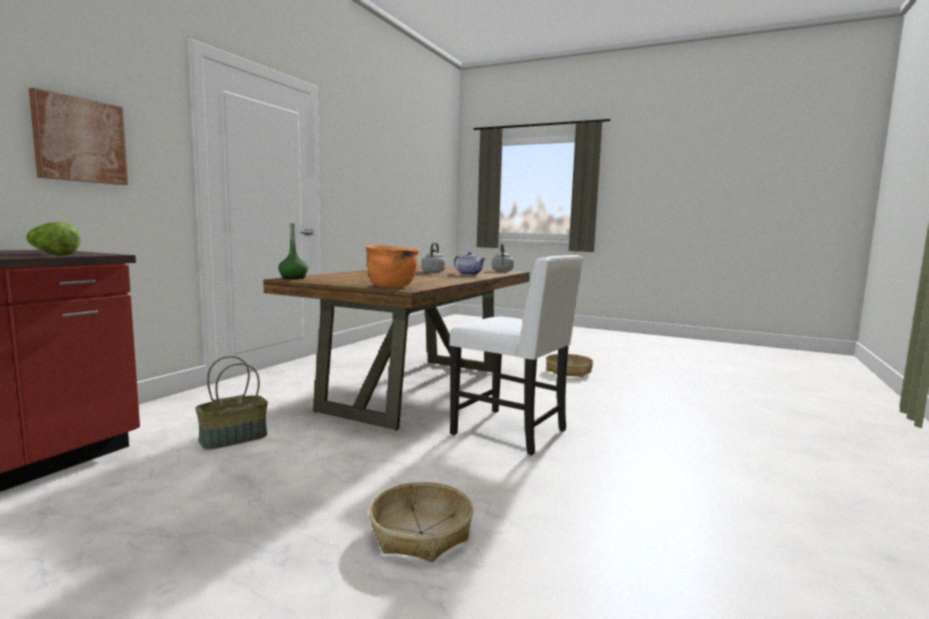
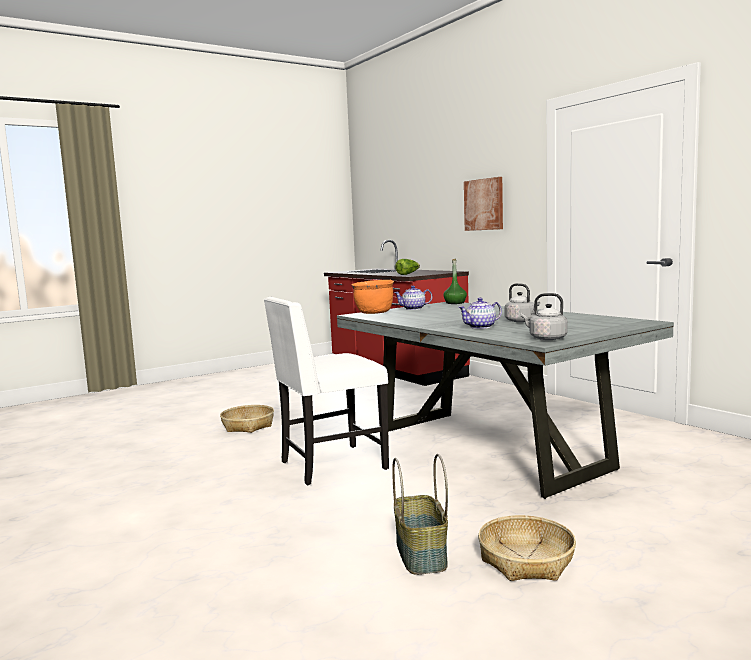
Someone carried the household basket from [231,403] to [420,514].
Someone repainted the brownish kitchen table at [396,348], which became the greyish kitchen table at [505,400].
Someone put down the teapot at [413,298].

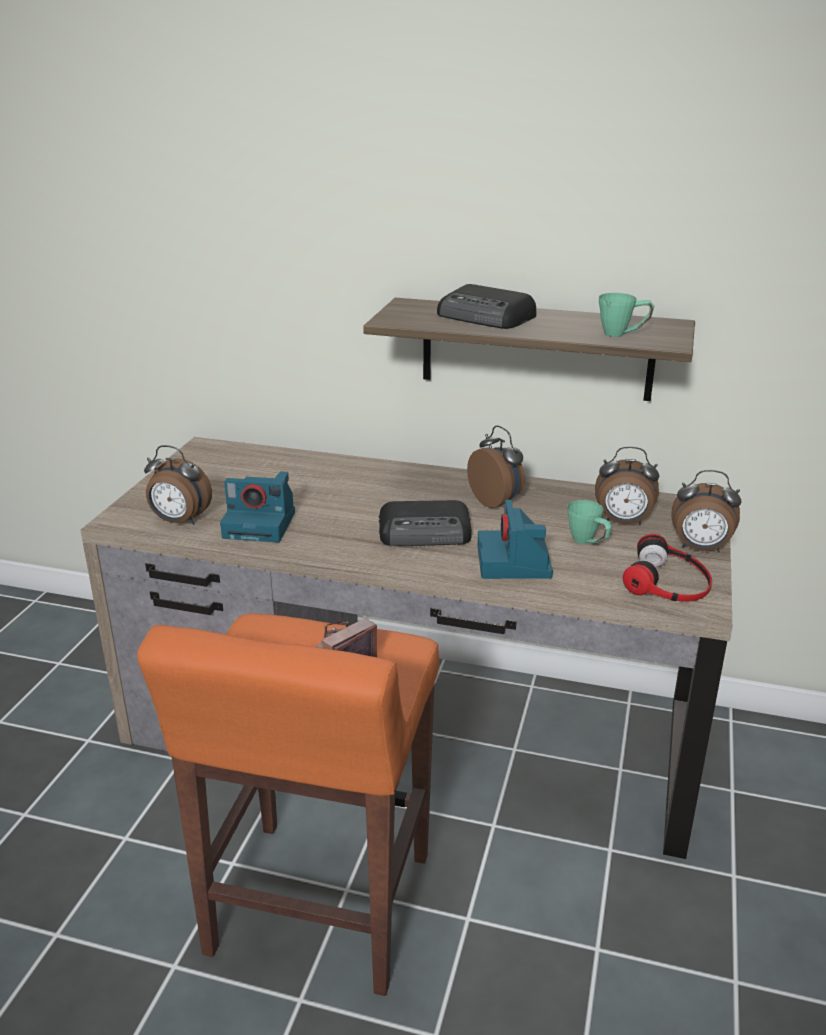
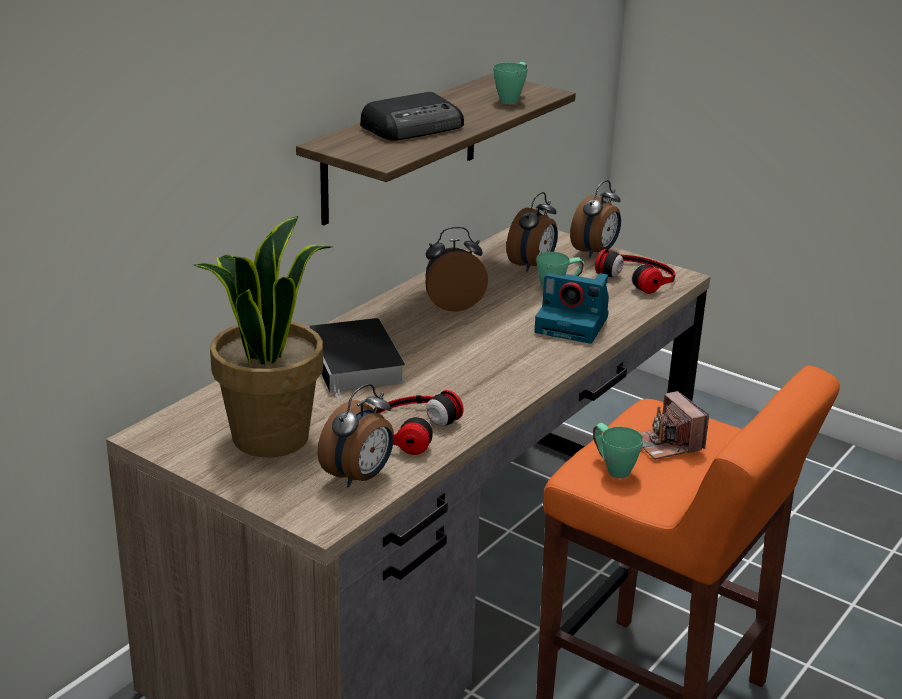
Someone swapped the photo camera at [257,506] for the headphones at [420,422].
Someone took away the radio at [425,523].
Someone put down the plant in a pot at [262,336].
Someone put down the volume at [356,360].
Someone put down the green-coloured tea mug at [618,450].

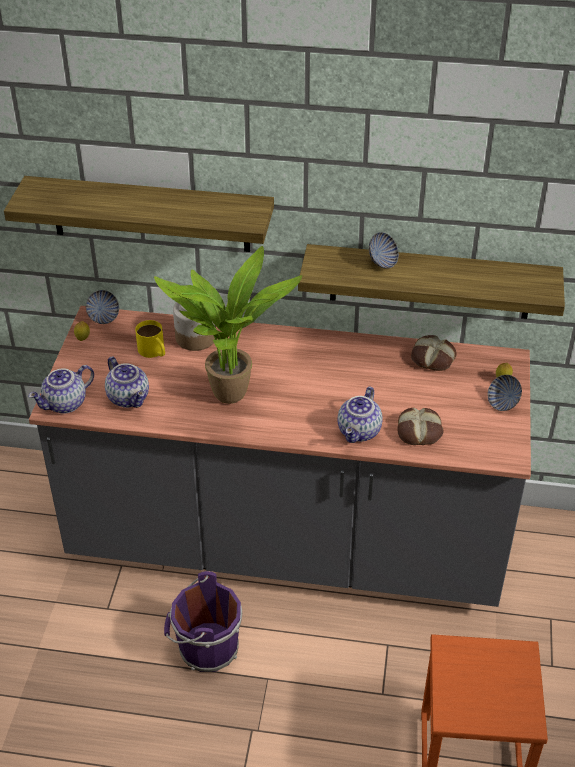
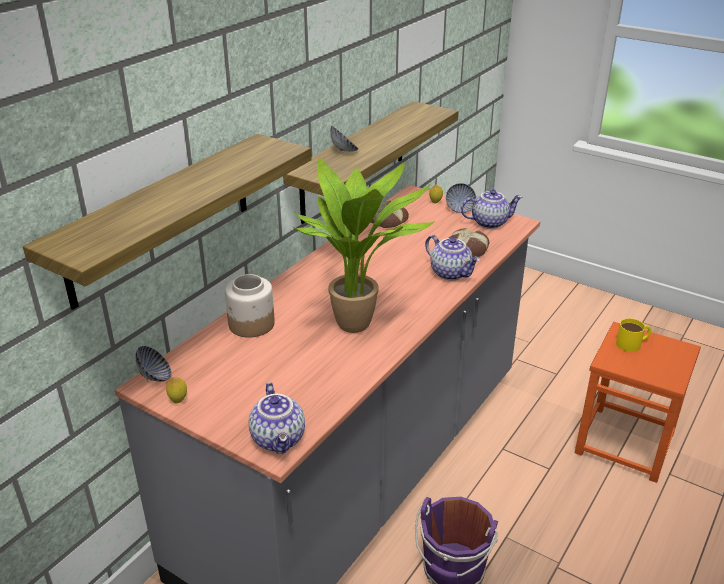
Someone carried the teapot from [127,382] to [491,209].
Someone carried the yellowish tea mug from [150,339] to [633,335].

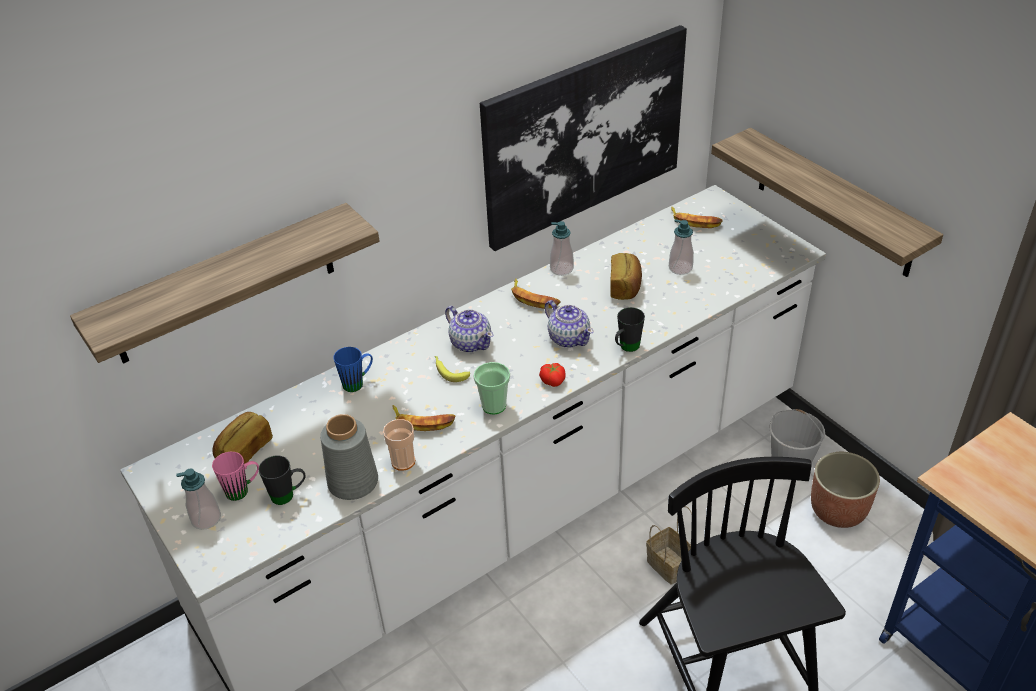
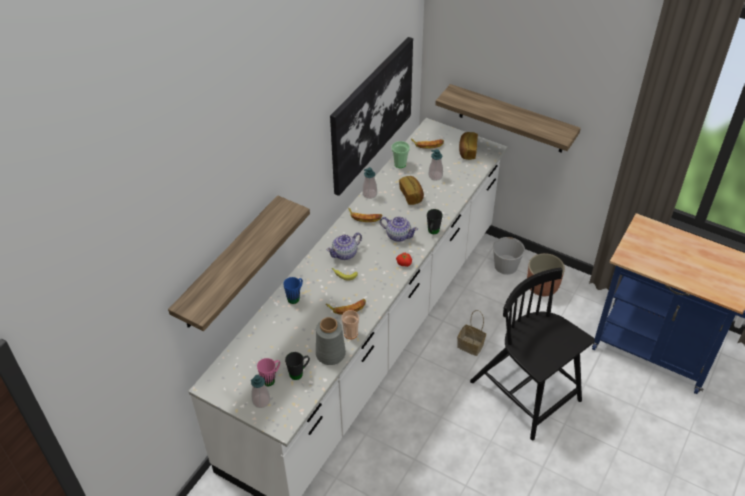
Someone carried the bakery bread from [242,438] to [468,146].
Someone rotated the teapot at [469,329] by 120 degrees clockwise.
Someone carried the cup from [492,388] to [400,154].

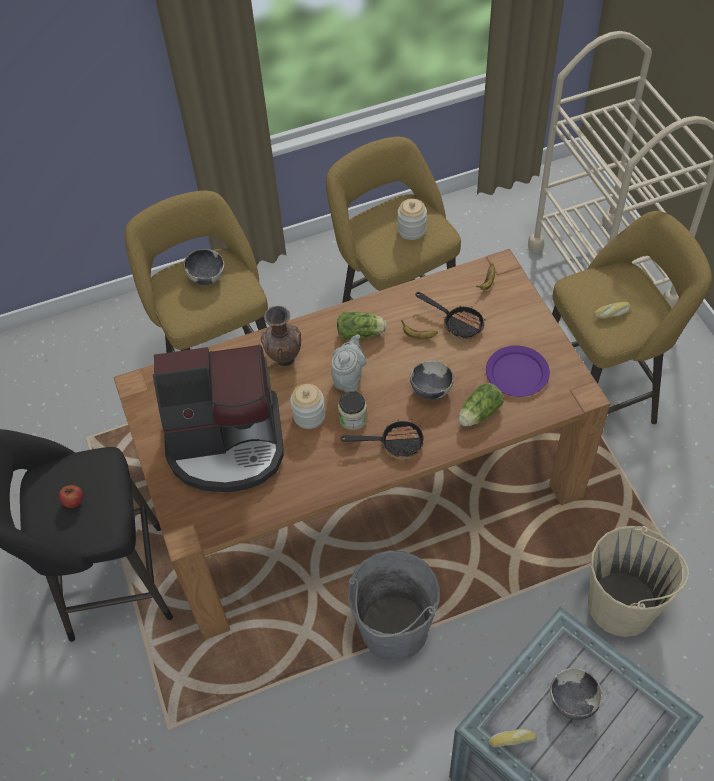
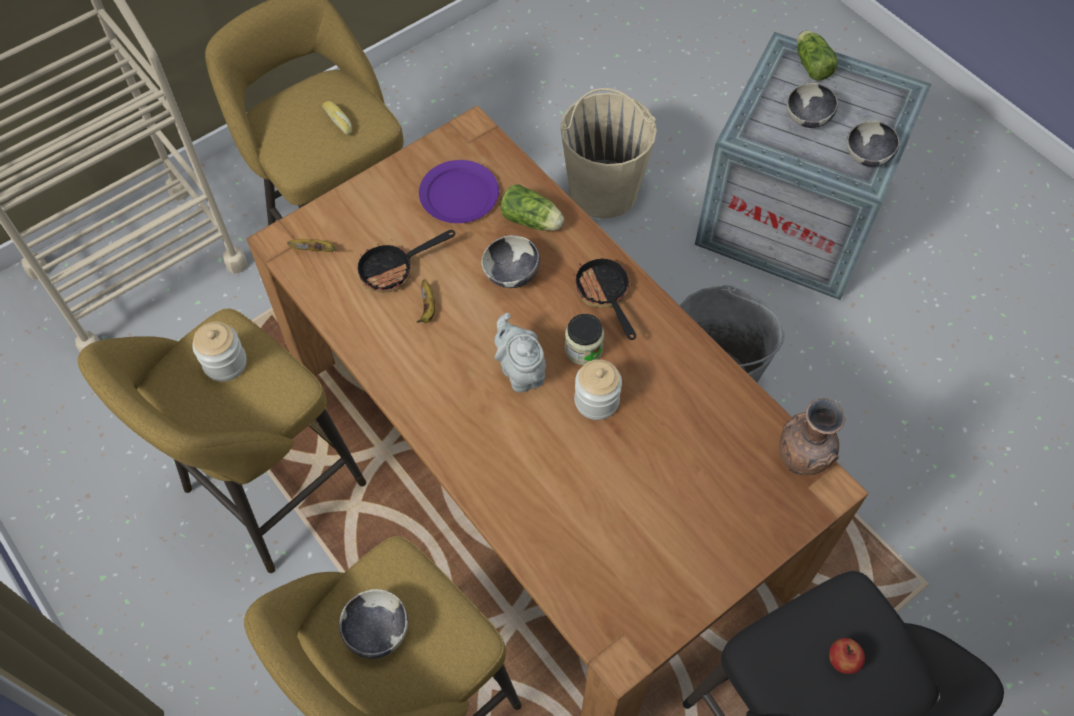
Someone took away the coffee brewer at [218,418].
Someone carried the brownish vase from [281,336] to [812,436].
Someone rotated the greyish teapot at [349,363] by 60 degrees clockwise.
Someone carried the lettuce from [362,326] to [817,55].
Someone rotated the pan at [450,316] by 135 degrees counterclockwise.
Someone swapped the bakery bread at [513,738] for the deep dish at [873,144].

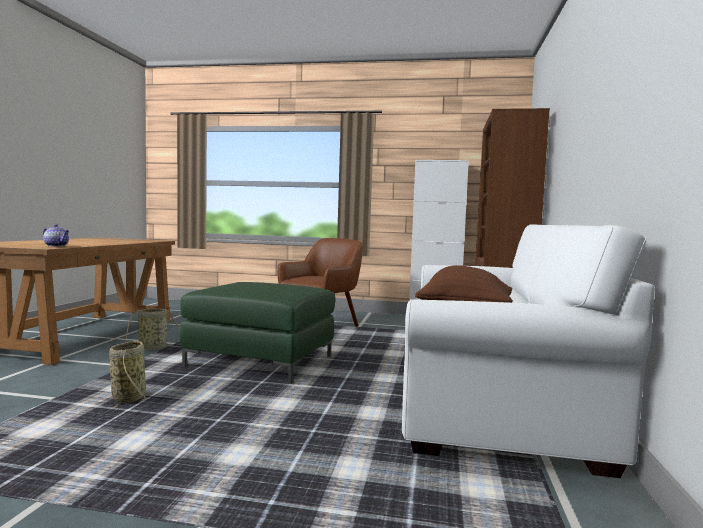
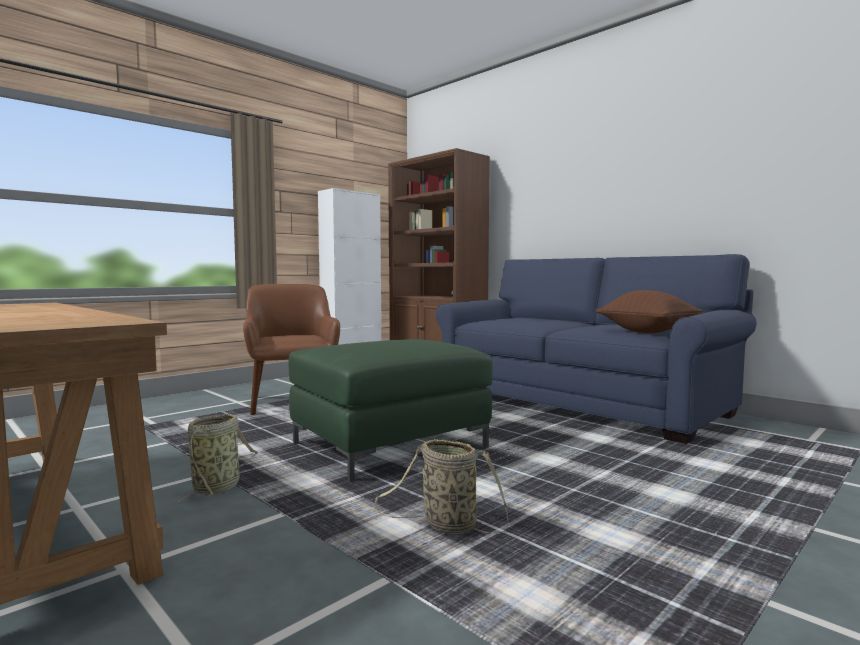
Someone took away the teapot at [56,235].
Someone repainted the whitish couch at [528,351], which became the blue-coloured couch at [596,349].

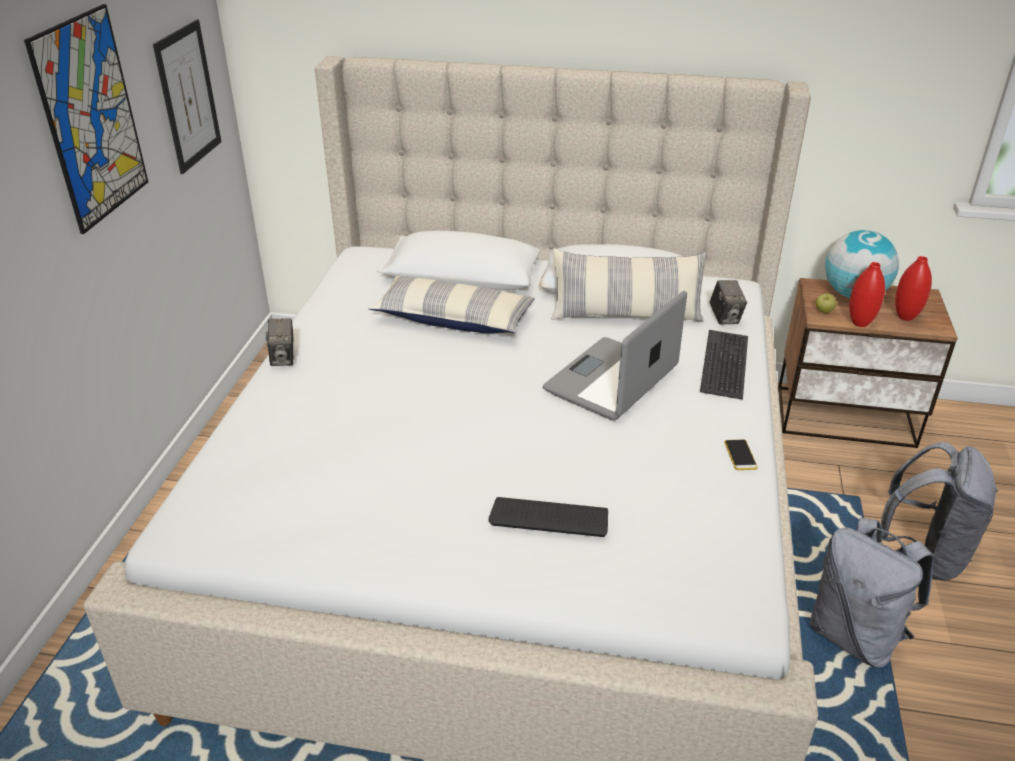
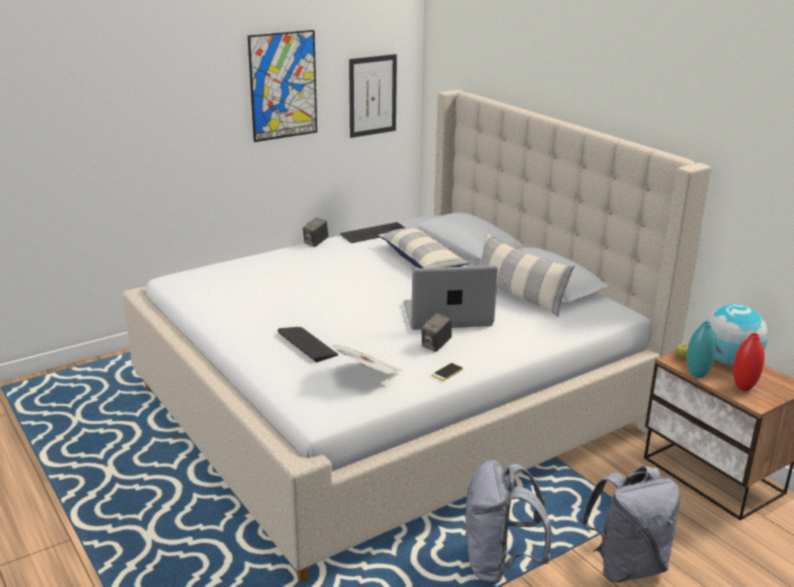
Someone carried the keyboard from [724,365] to [372,232].
Someone carried the photo camera from [728,302] to [436,332].
Someone repainted the red vase at [867,294], which became the blue-green vase at [702,349].
Someone put down the daily paper at [367,359].

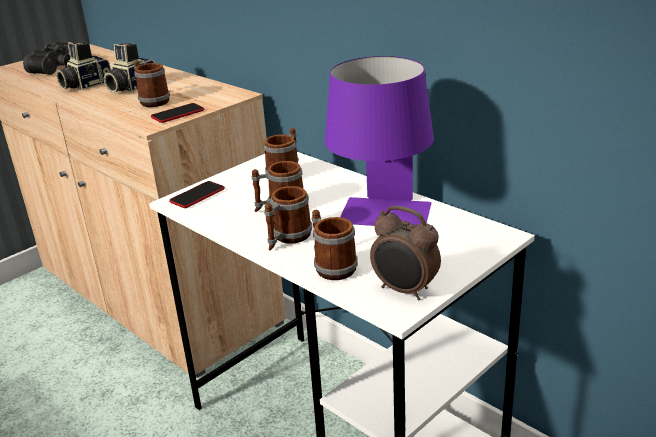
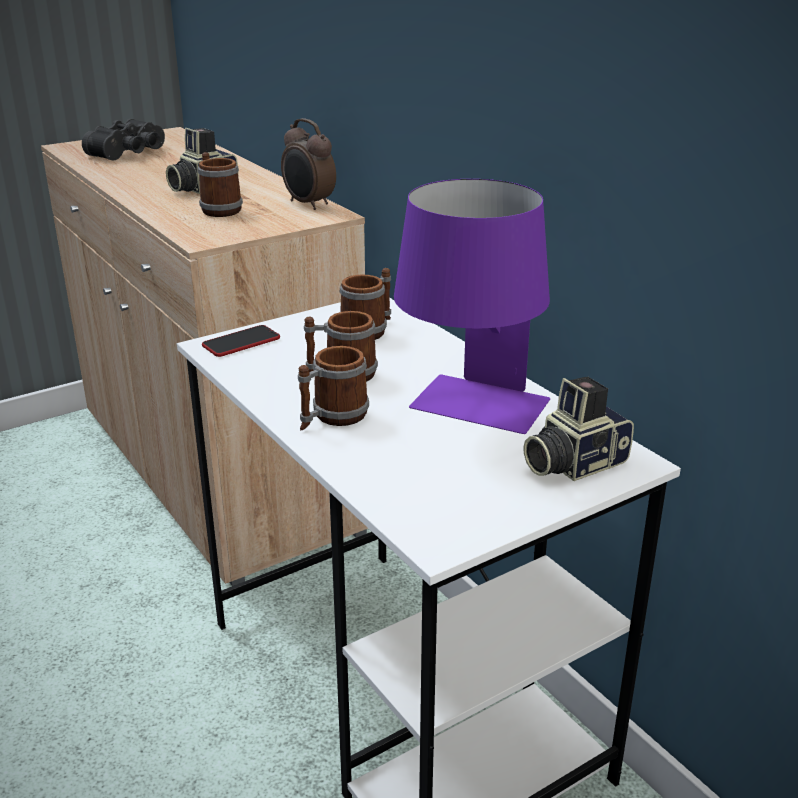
Someone carried the photo camera from [83,65] to [578,429].
Someone took away the telephone at [177,113].
Someone took away the tea mug at [335,245].
Someone carried the bedside clock from [405,253] to [308,164].

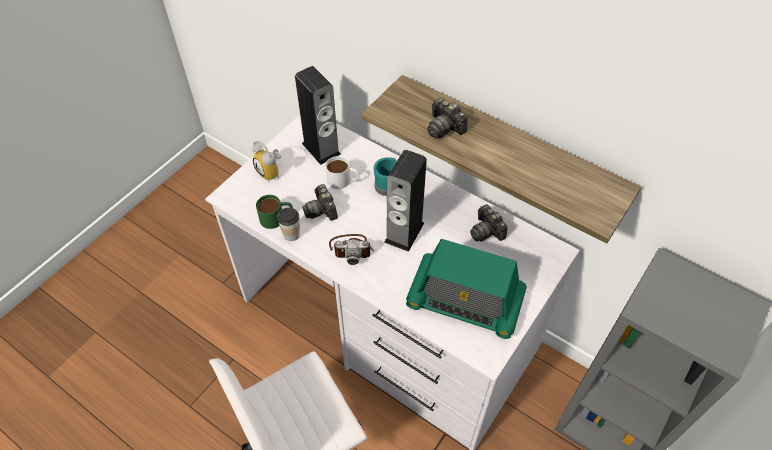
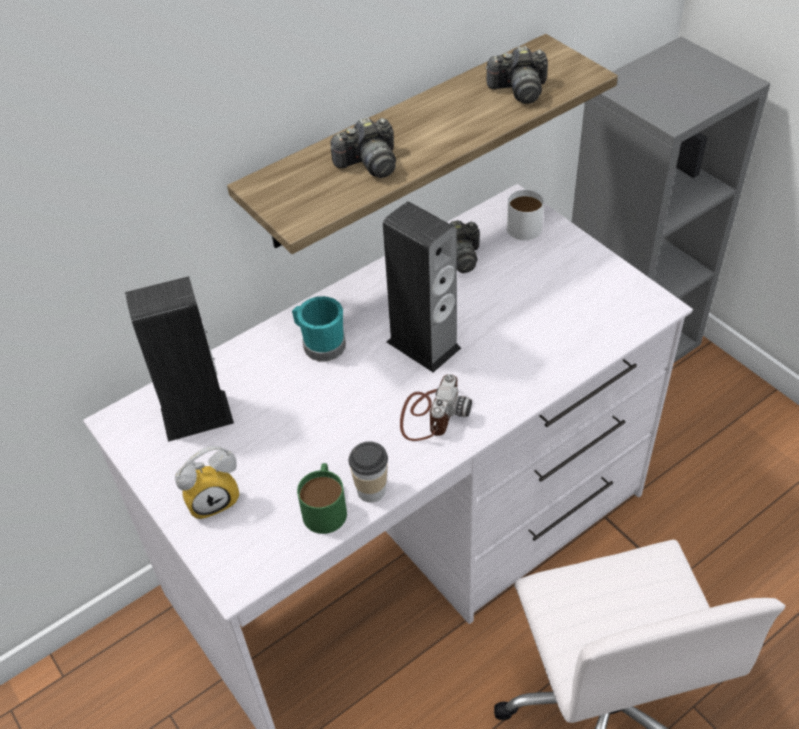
Someone carried the photo camera from [320,202] to [517,75].
Someone carried the whitish tea mug from [342,172] to [525,215].
Someone took away the radio at [466,289].

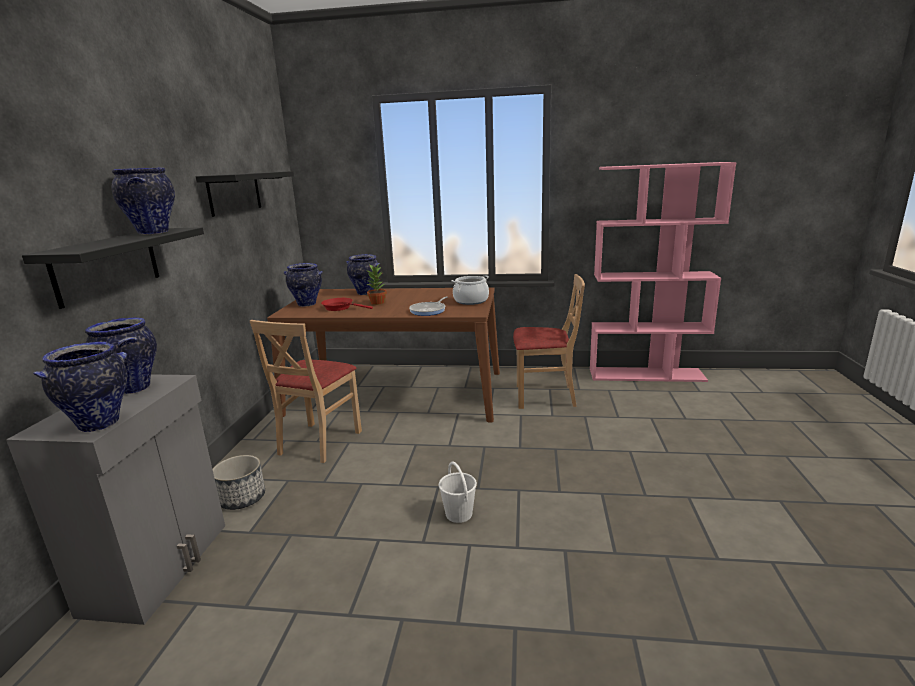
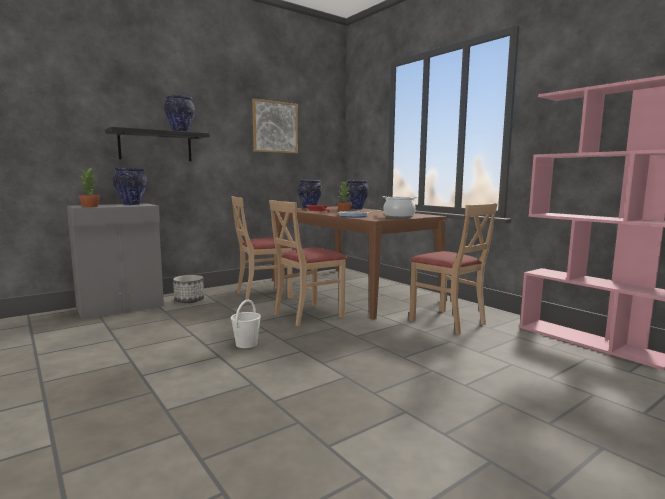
Someone swapped the vase at [80,387] for the plant in a pot at [89,187].
Someone swapped the blackish wall shelf at [245,194] for the wall art at [275,126].
Someone put down the beige-coloured chair at [308,263].

